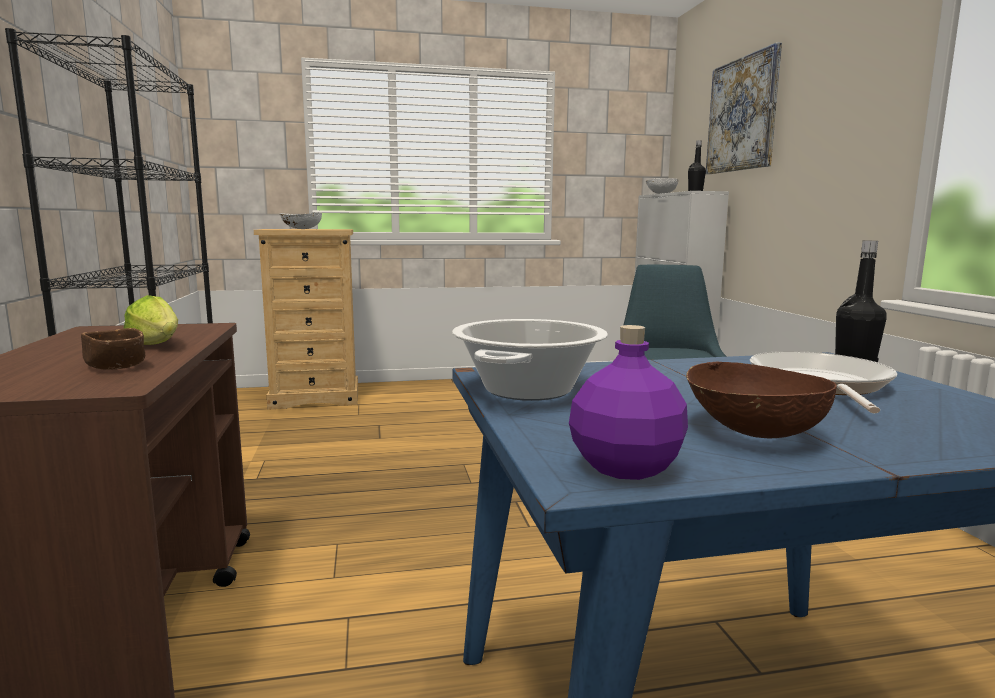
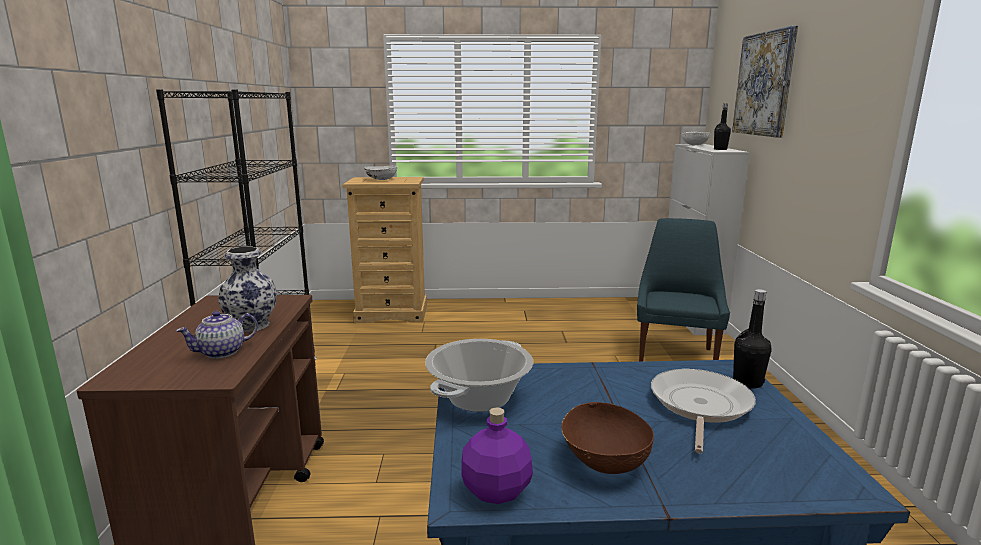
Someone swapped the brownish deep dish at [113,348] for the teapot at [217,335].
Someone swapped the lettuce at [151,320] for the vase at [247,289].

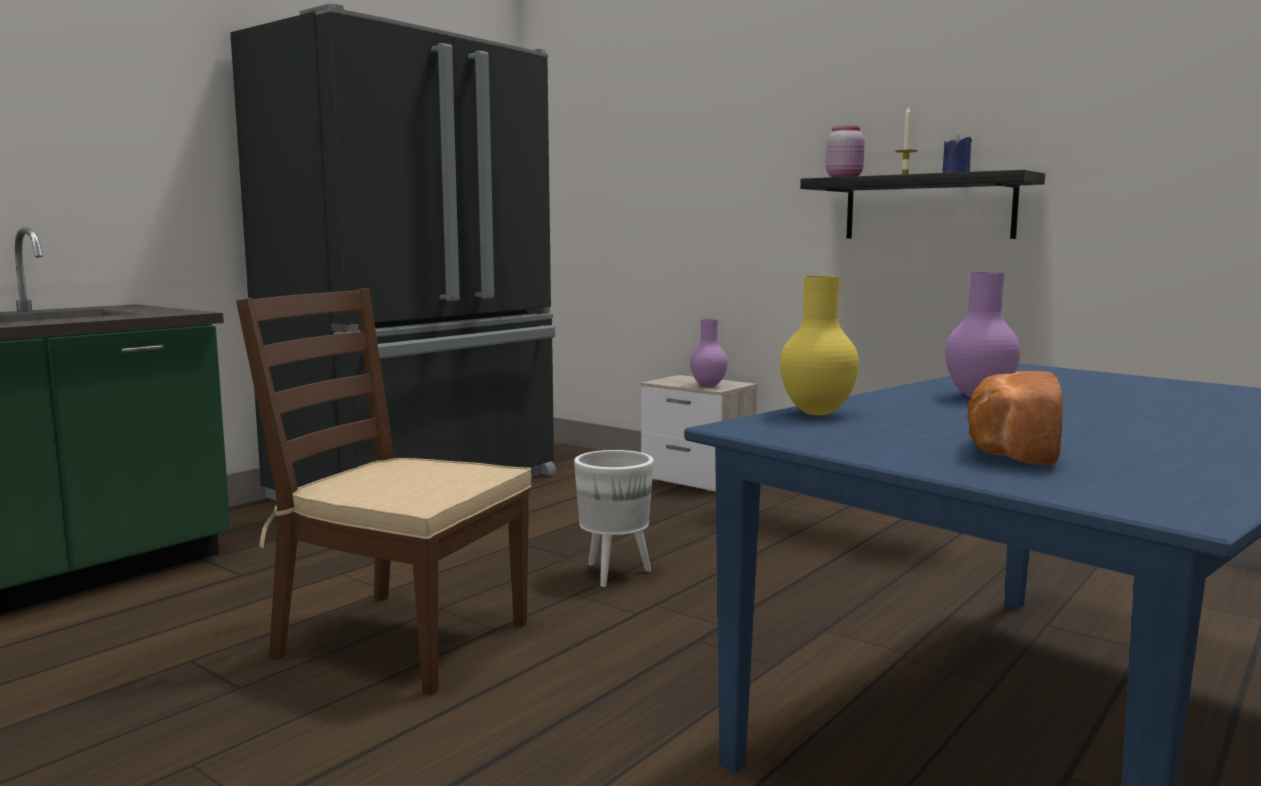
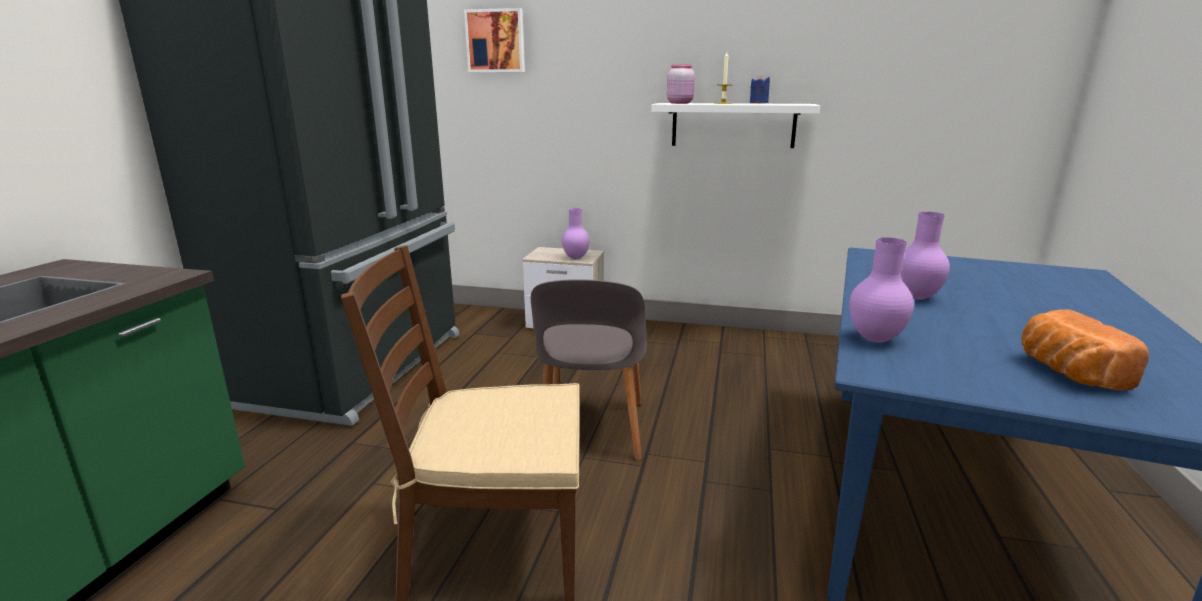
Someone swapped the whitish planter at [614,518] for the greyish chair at [589,369].
Someone repainted the yellowish vase at [819,345], which became the purple vase at [881,290].
Someone repainted the blackish wall shelf at [922,204], which became the whitish wall shelf at [735,125].
Someone put up the wall art at [494,40].

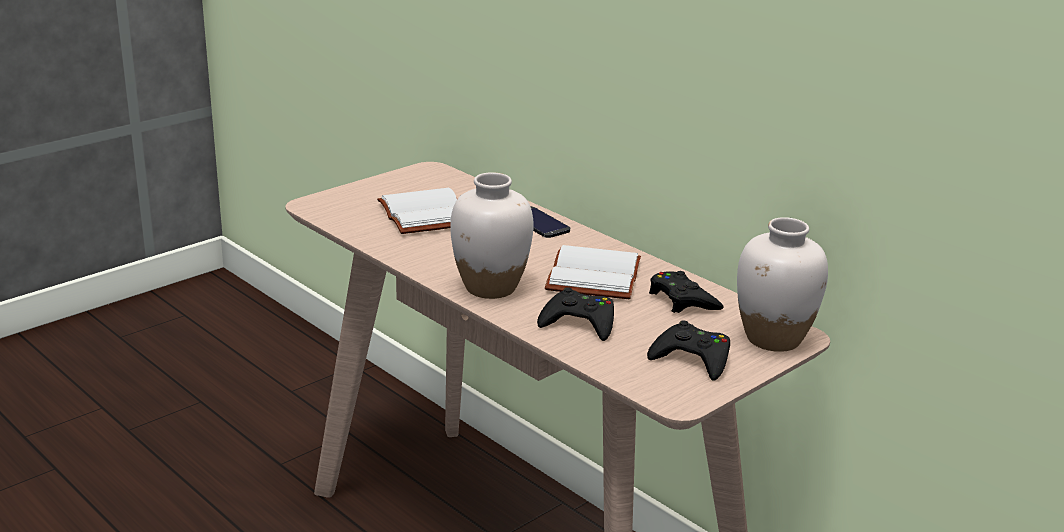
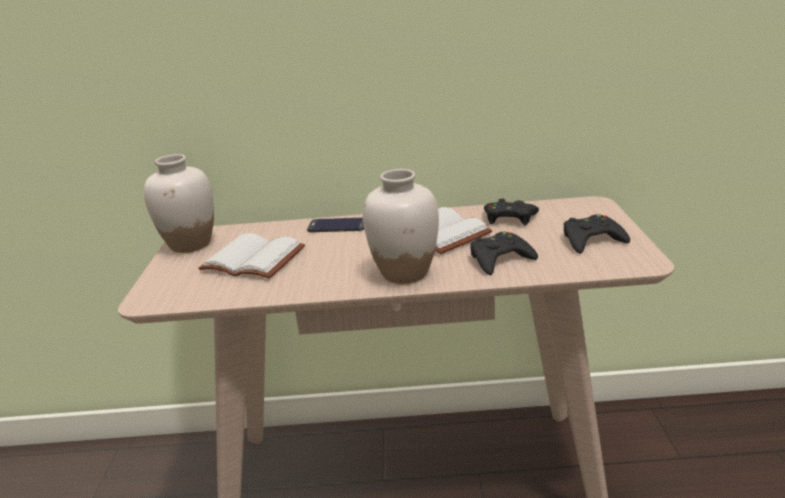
Someone carried the whitish vase from [782,284] to [179,203].

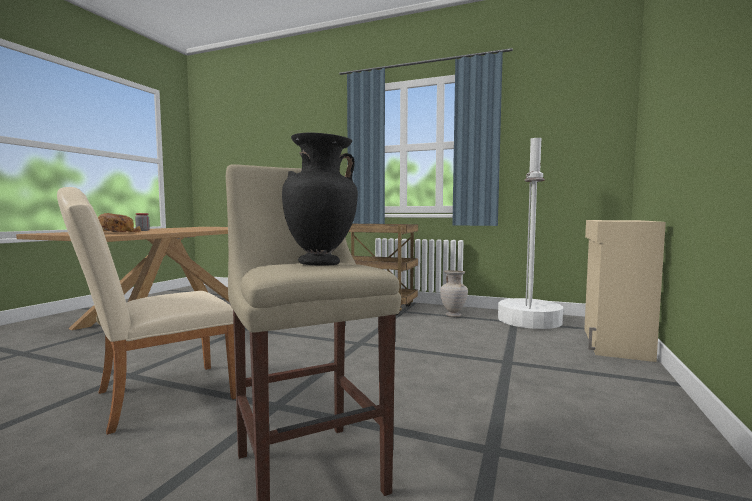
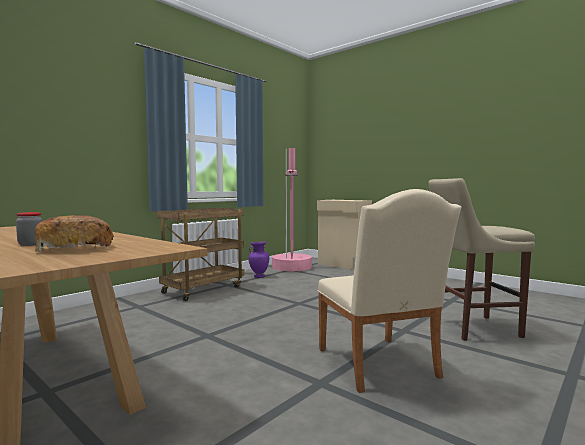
Someone took away the blackish vase at [320,198].
Someone repainted the beige-coloured vase at [454,293], which became the purple vase at [259,260].
Someone repainted the whitish standard lamp at [530,233], which became the pink-coloured standard lamp at [292,209].

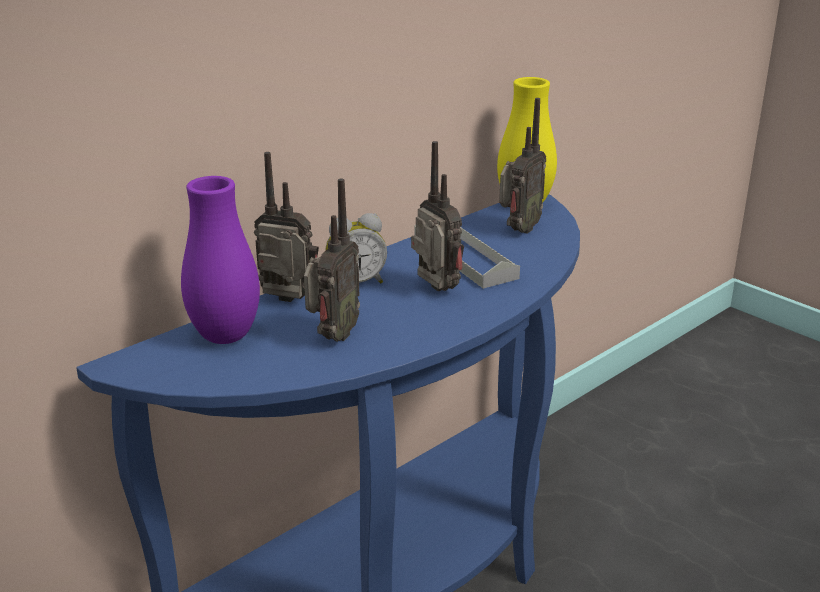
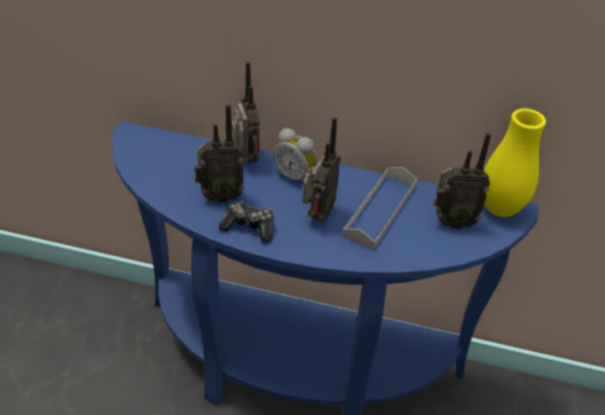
Someone took away the purple vase at [220,260].
Someone put down the gamepad at [246,221].

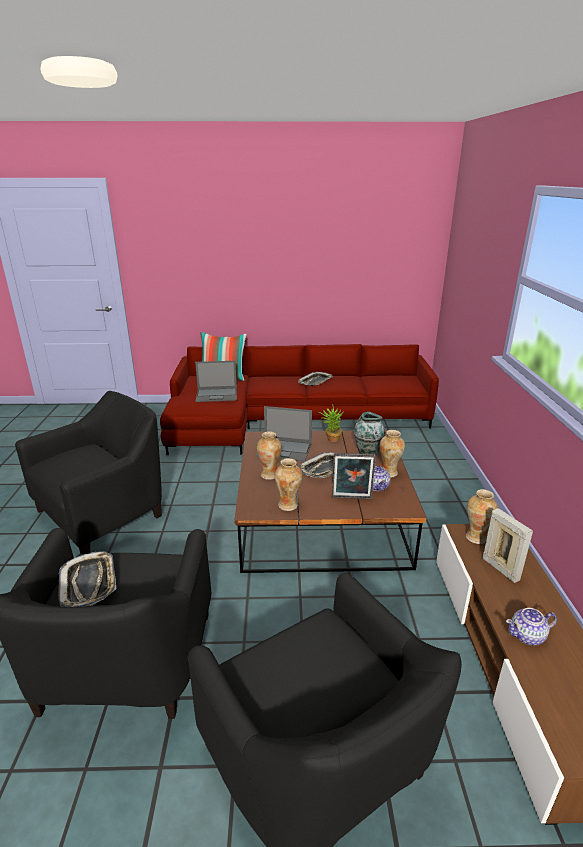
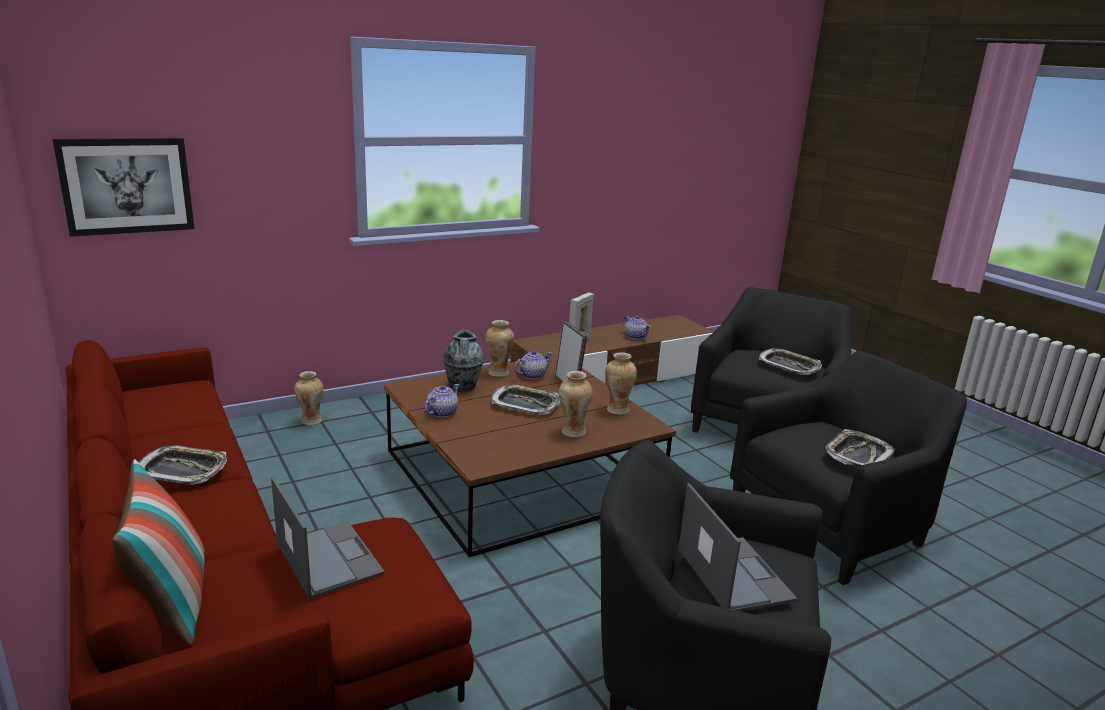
Someone carried the notebook computer from [284,434] to [738,547].
Someone swapped the plant in a pot at [331,424] for the teapot at [442,400].
Someone carried the vase from [482,516] to [308,398].
Someone put up the wall art at [123,187].
Someone put down the tray at [790,361].

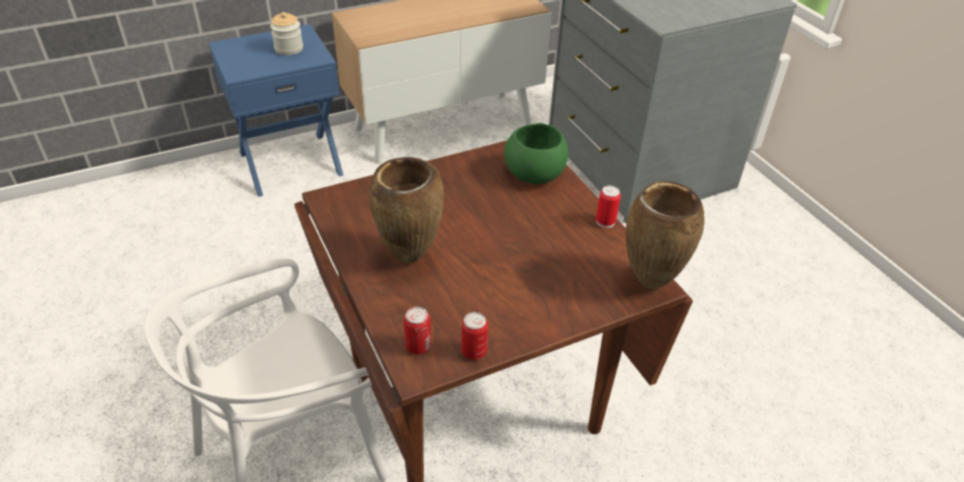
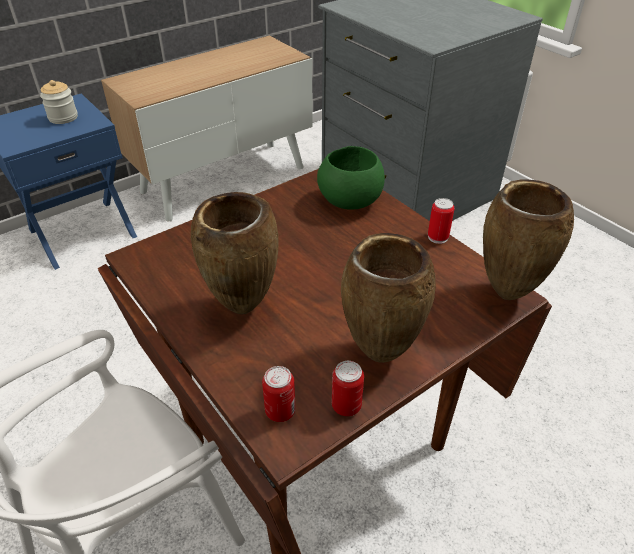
Someone put down the brownish vase at [388,298].

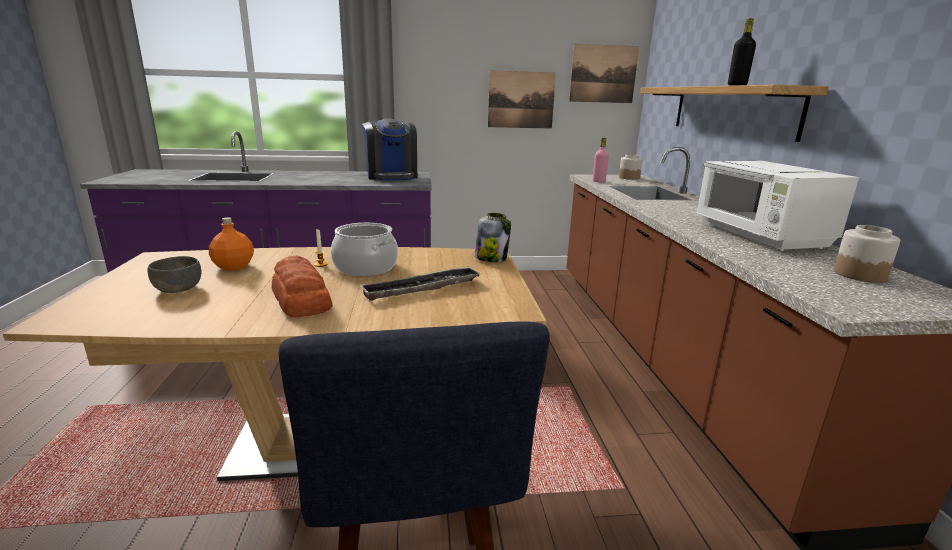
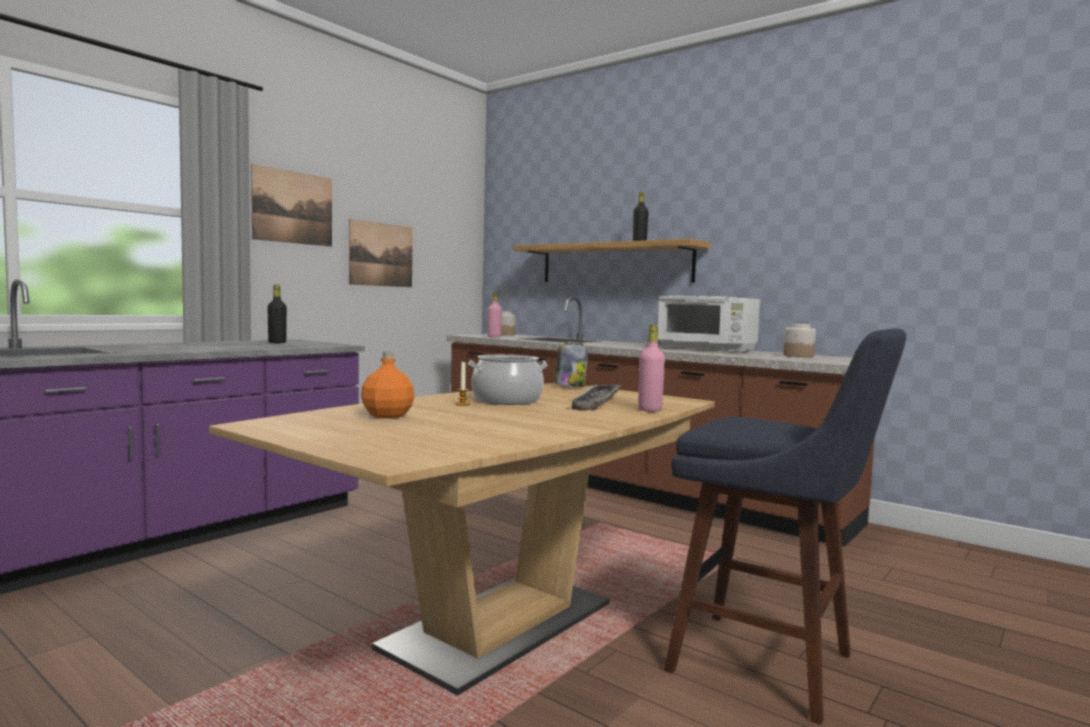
Someone took away the greyish deep dish at [174,274].
Someone took away the bakery bread at [302,286].
Someone swapped the coffee brewer at [389,149] for the blackish drink bottle at [277,313].
Someone carried the wall art from [604,73] to [291,205].
Someone put down the pink-coloured drink bottle at [651,368].

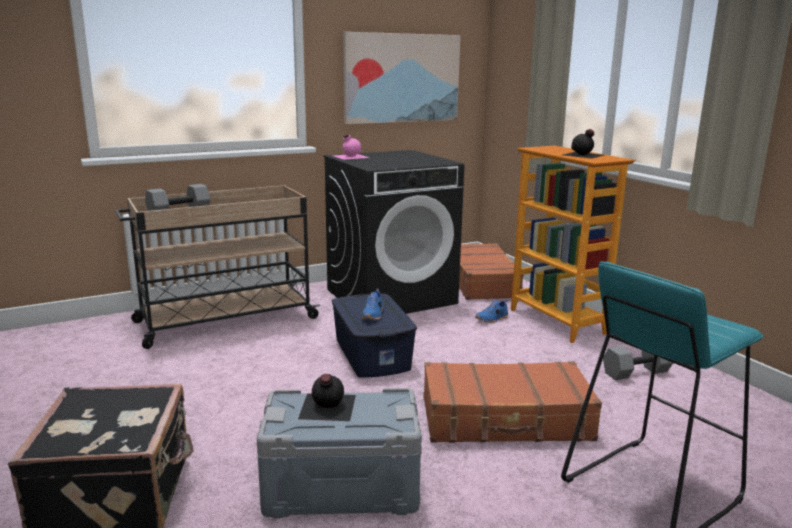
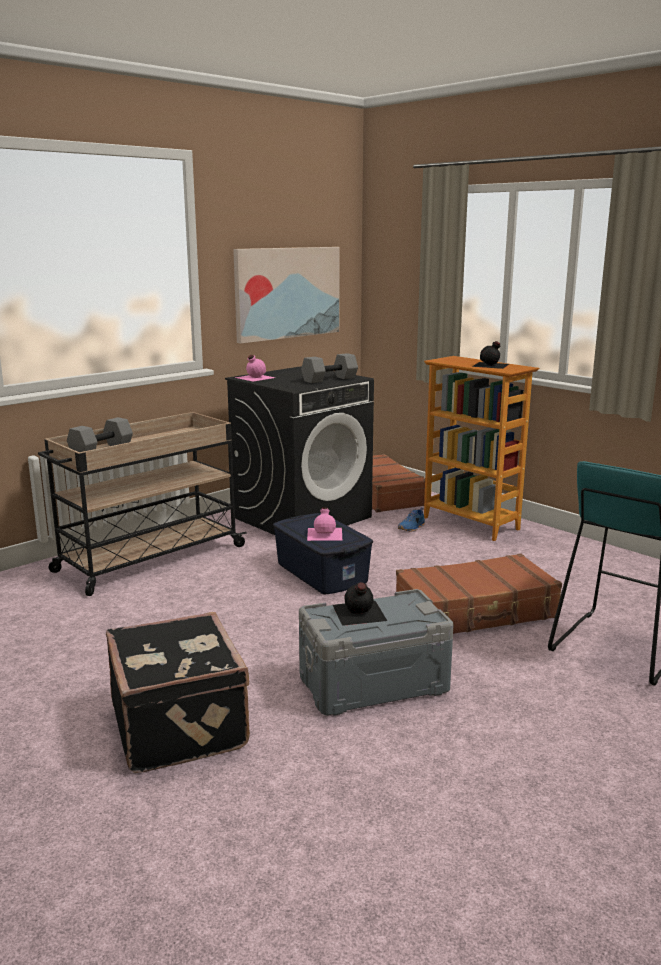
Someone swapped the blue-coloured item of footwear at [372,304] for the pink-coloured drink bottle at [324,524].
Someone carried the greyish hand weight from [638,363] to [329,368].

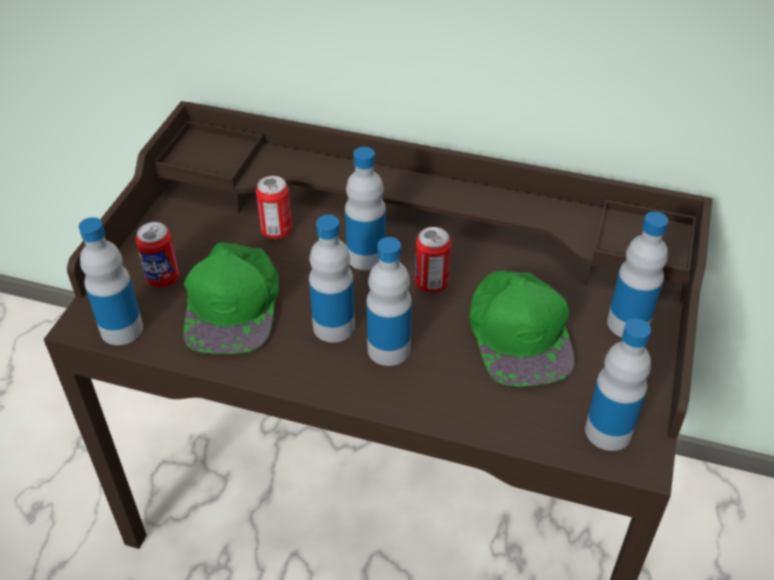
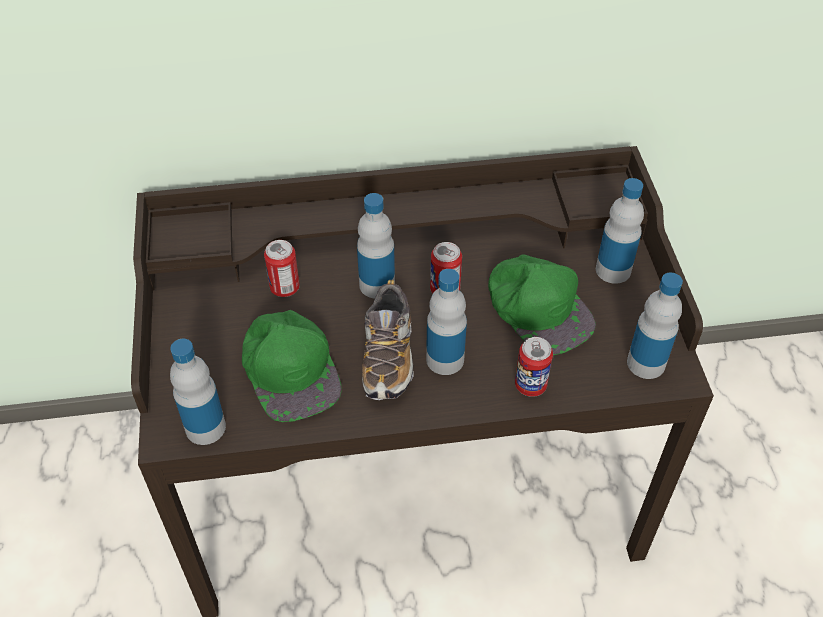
Someone carried the can from [157,255] to [534,367].
Someone swapped the drink bottle at [332,279] for the item of footwear at [388,340].

